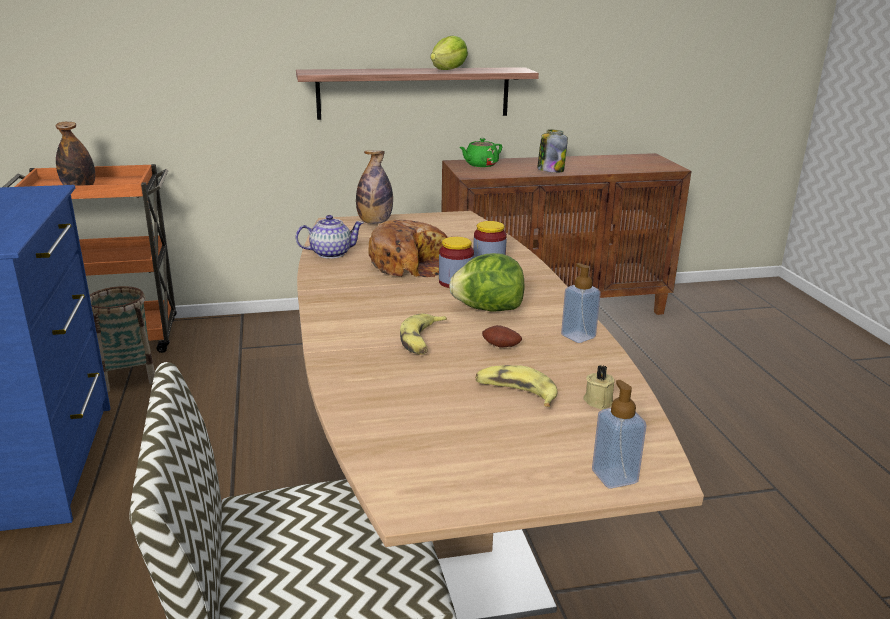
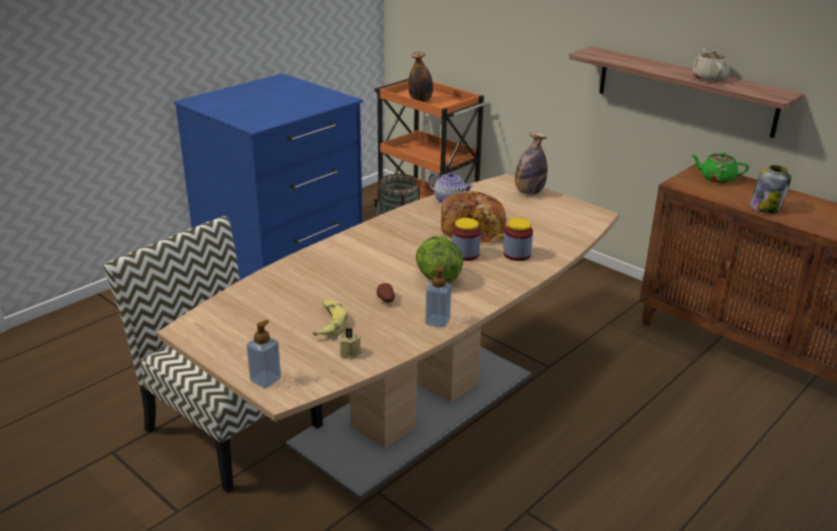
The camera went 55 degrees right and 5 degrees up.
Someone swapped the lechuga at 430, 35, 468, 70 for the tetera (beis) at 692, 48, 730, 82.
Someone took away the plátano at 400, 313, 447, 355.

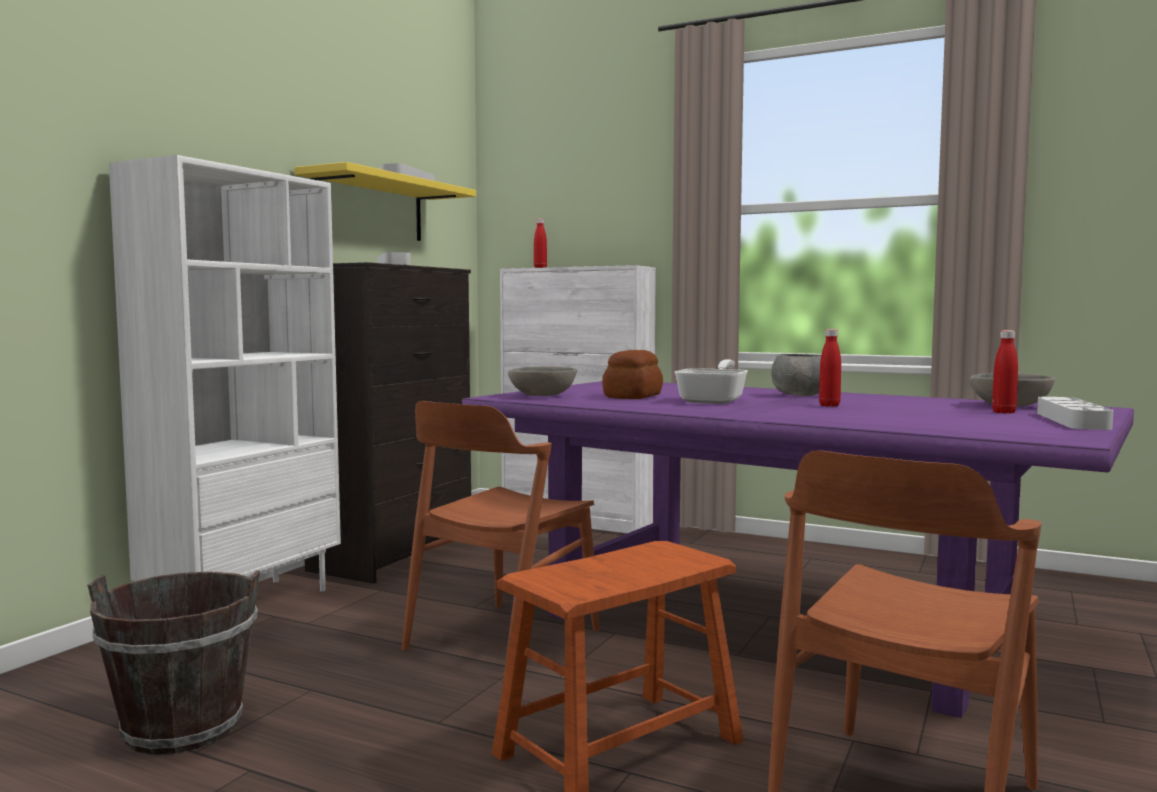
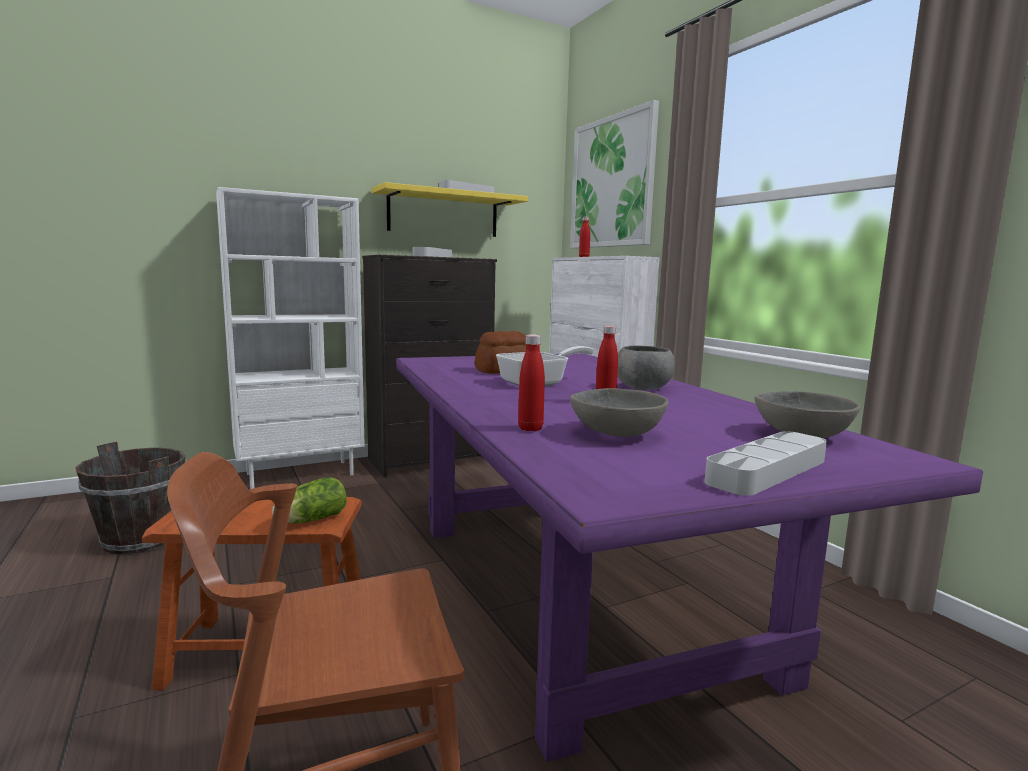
The camera went 35 degrees right and 5 degrees up.
Someone carried the botella (rojo) from 992, 330, 1018, 413 to 518, 334, 545, 431.
Someone carried the cuenco (gris) from 508, 366, 577, 396 to 570, 388, 669, 437.
Someone took away the silla (marrón) at 402, 401, 600, 680.
Someone put up the cuadro at 570, 100, 659, 248.
Someone put down the lechuga at 272, 477, 347, 524.

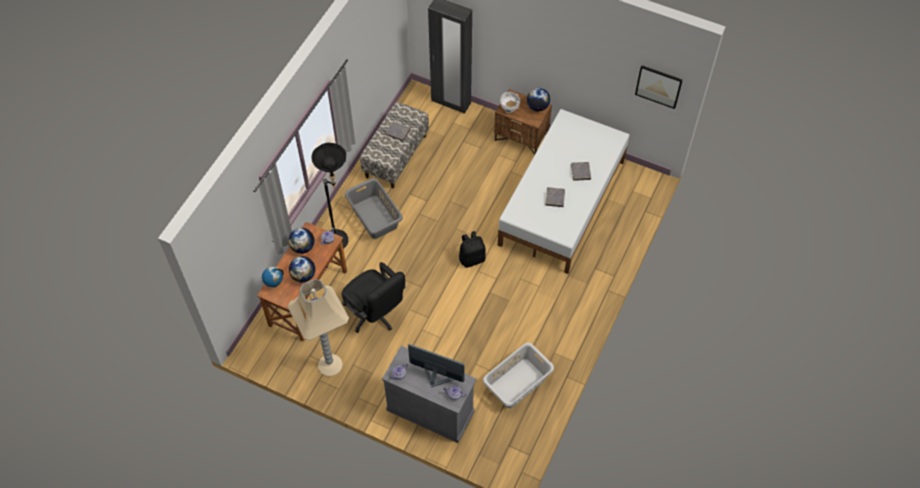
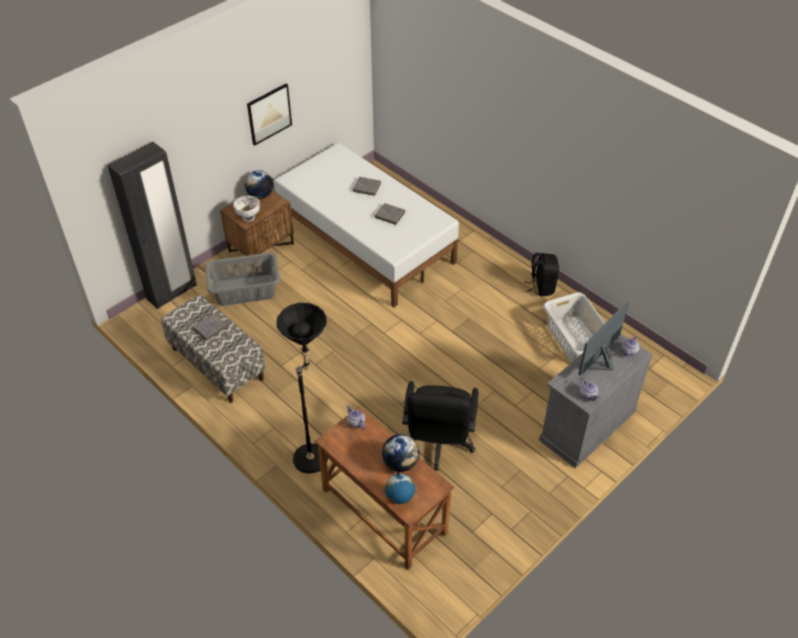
The camera went 70 degrees left and 10 degrees down.
Someone carried the cuadro from 635, 65, 683, 109 to 247, 83, 292, 146.
Someone carried the cesto de la ropa (gris) from 345, 178, 403, 239 to 205, 253, 280, 306.
Someone took away the globo terráqueo at 288, 228, 315, 254.
Someone carried the mochila (negro) from 459, 231, 486, 268 to 524, 253, 559, 296.
Someone rotated the silla de oficina (negro) at 342, 262, 406, 333 by 120 degrees clockwise.
Someone took away the lámpara de pie (beis) at 288, 279, 349, 377.

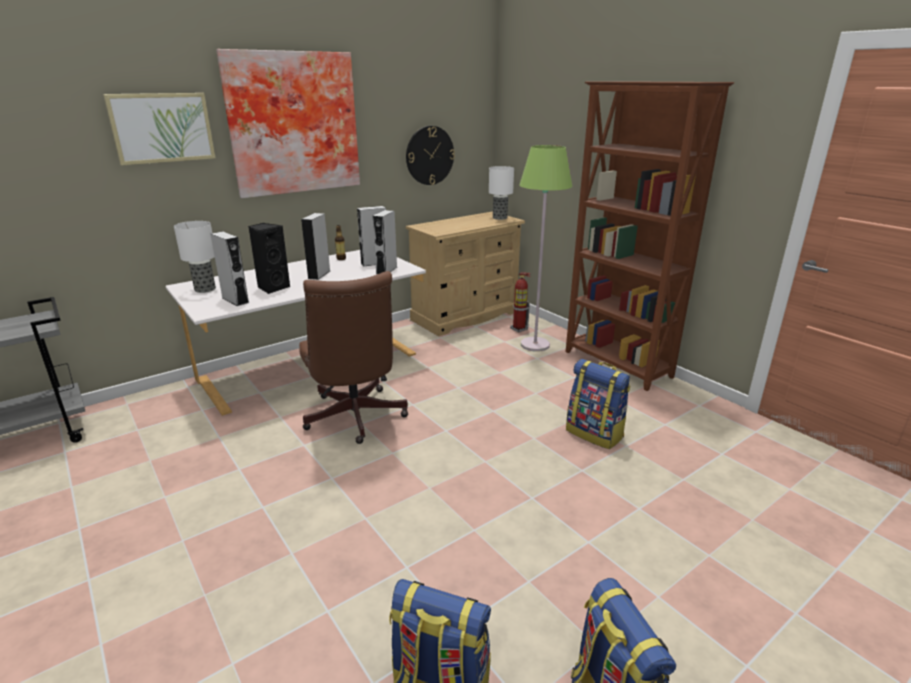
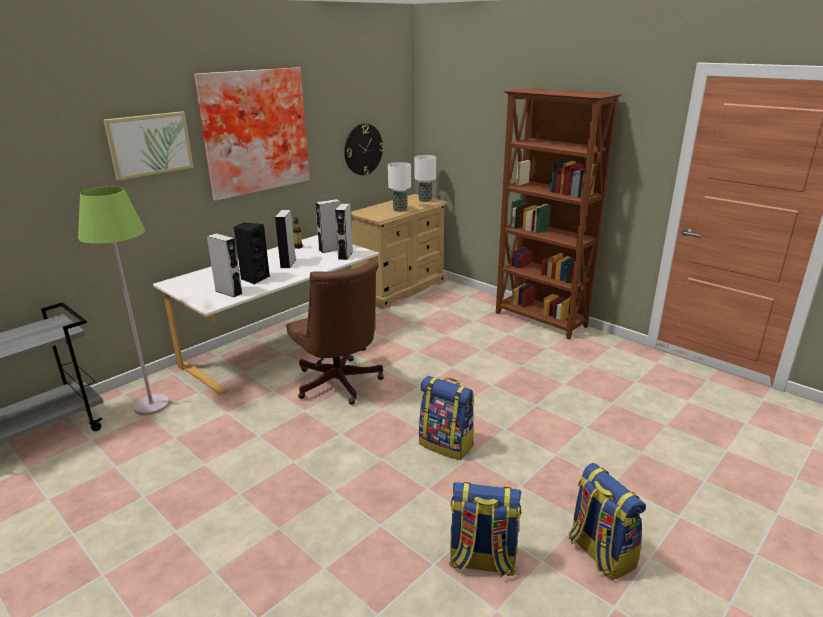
The camera went 10 degrees left and 0 degrees up.
Someone carried the lámpara de pie (verde) from 519, 145, 572, 352 to 78, 187, 170, 415.
Someone carried the lámpara de mesa from 174, 221, 216, 293 to 388, 162, 411, 212.
Someone took away the extintor at 510, 272, 531, 333.
Someone carried the mochila from 566, 359, 630, 449 to 419, 376, 474, 460.

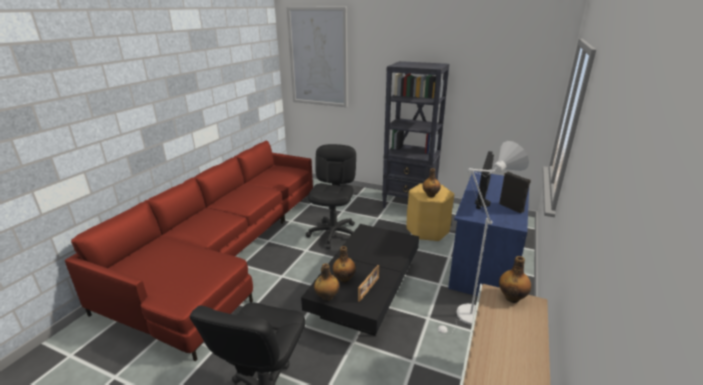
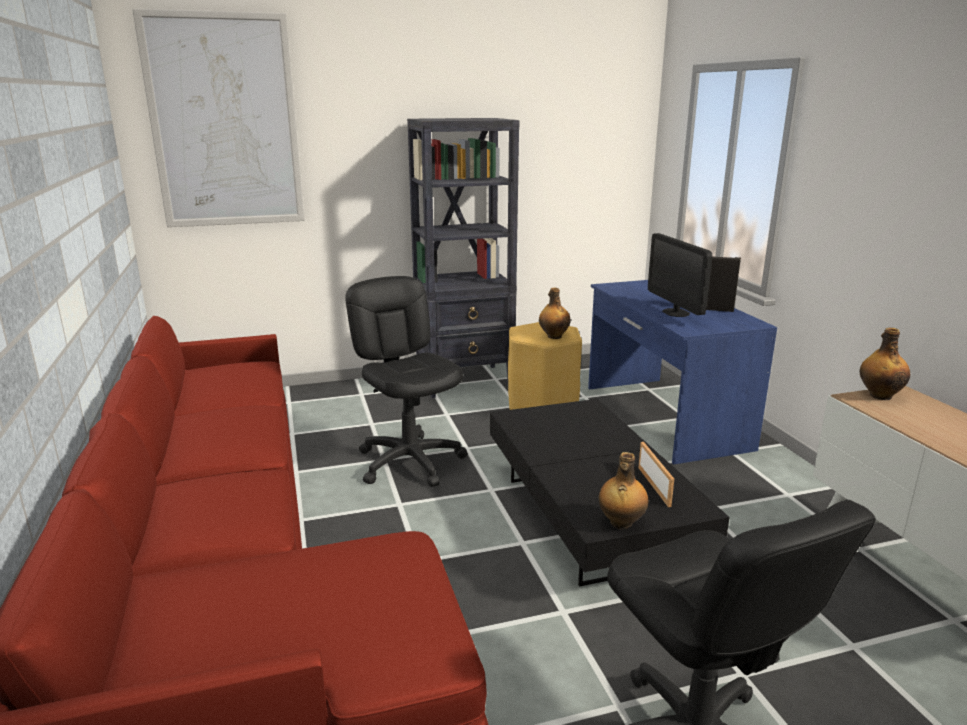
The camera went 40 degrees left and 5 degrees down.
Someone took away the lámpara de pie (blanco) at 438, 141, 529, 336.
Someone took away the botella at 333, 246, 356, 283.

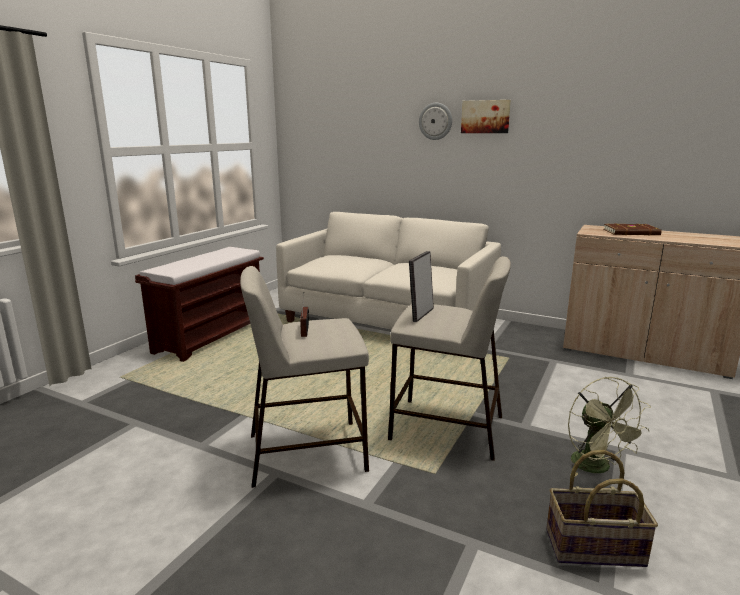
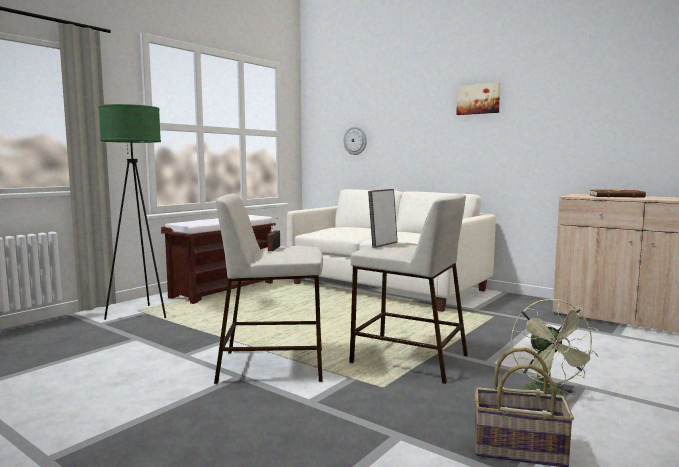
The camera went 10 degrees right and 10 degrees down.
Someone carried the reloj de pared from 419, 103, 452, 140 to 344, 126, 367, 155.
Someone put down the lámpara de pie (verde) at 98, 104, 166, 320.

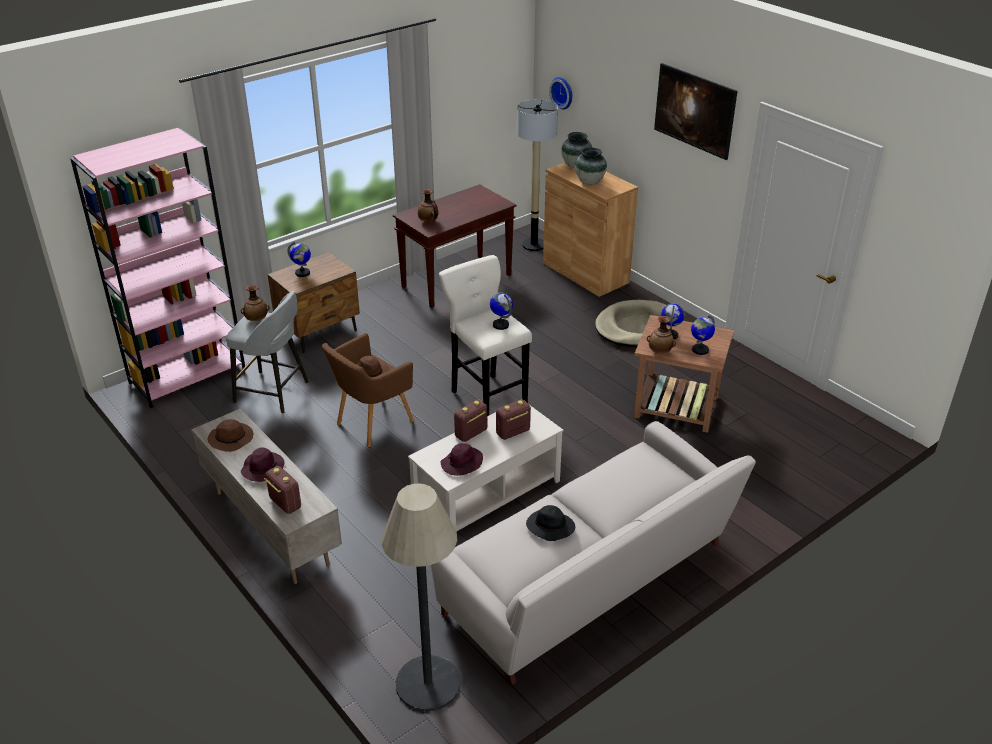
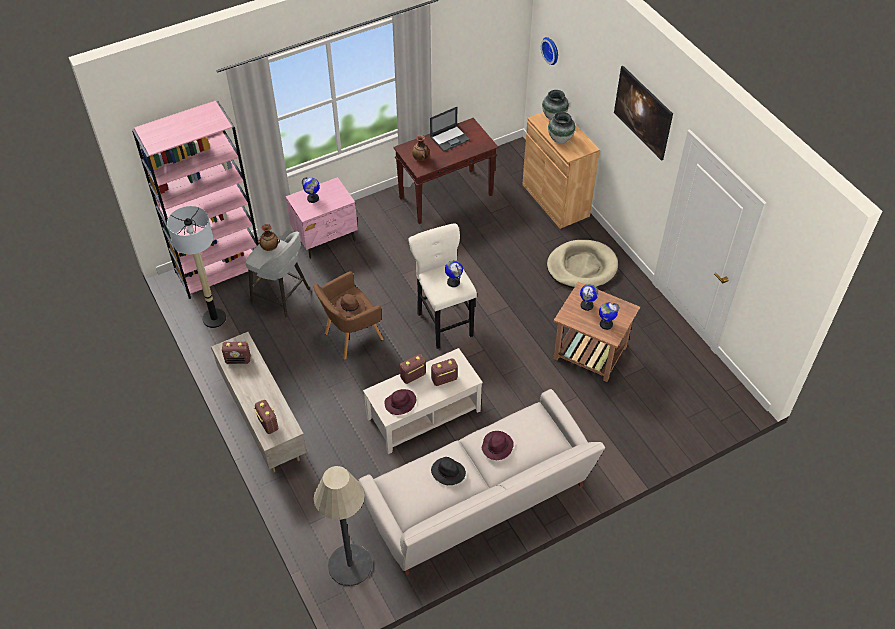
The camera went 10 degrees right and 15 degrees up.
Someone carried the lámpara de pie from 517, 99, 558, 251 to 167, 206, 226, 328.
Someone repainted the mesita de noche (marrón) at 268, 252, 360, 353, which became the mesita de noche (rosa) at 286, 177, 358, 259.
Someone took away the florero at 647, 316, 676, 354.
Someone swapped the sombrero (marrón) at 208, 419, 253, 452 for the radio at 222, 341, 251, 364.
Someone carried the sombrero (morado) from 241, 448, 284, 482 to 482, 431, 514, 460.
Someone put down the portátil at 430, 107, 471, 152.

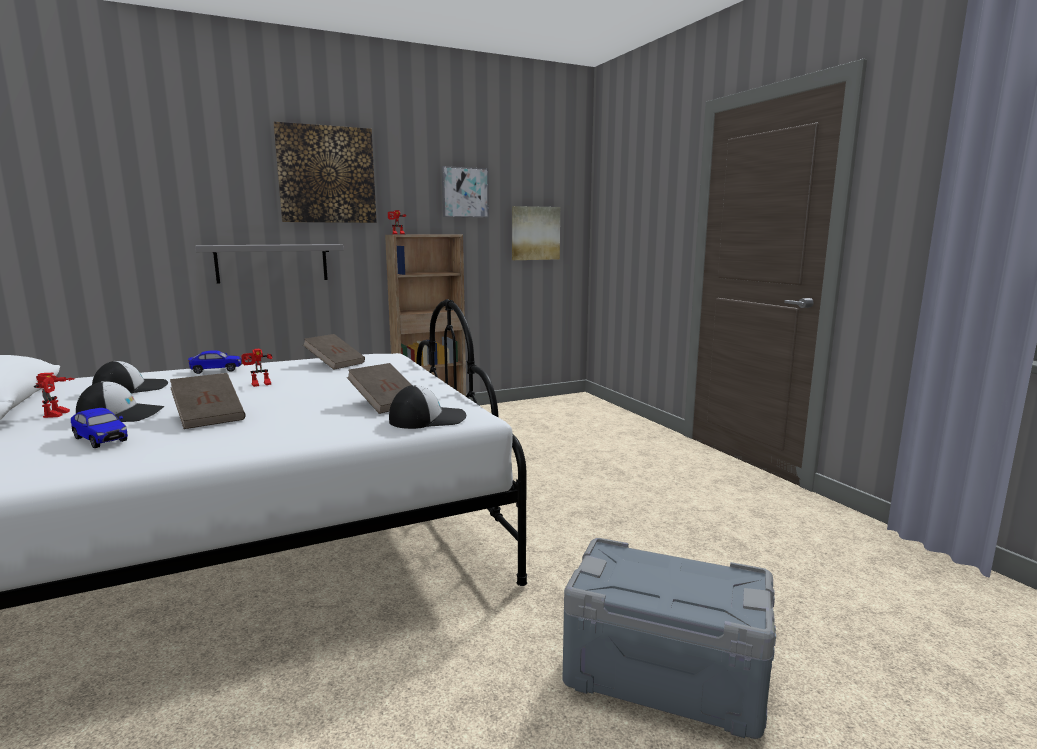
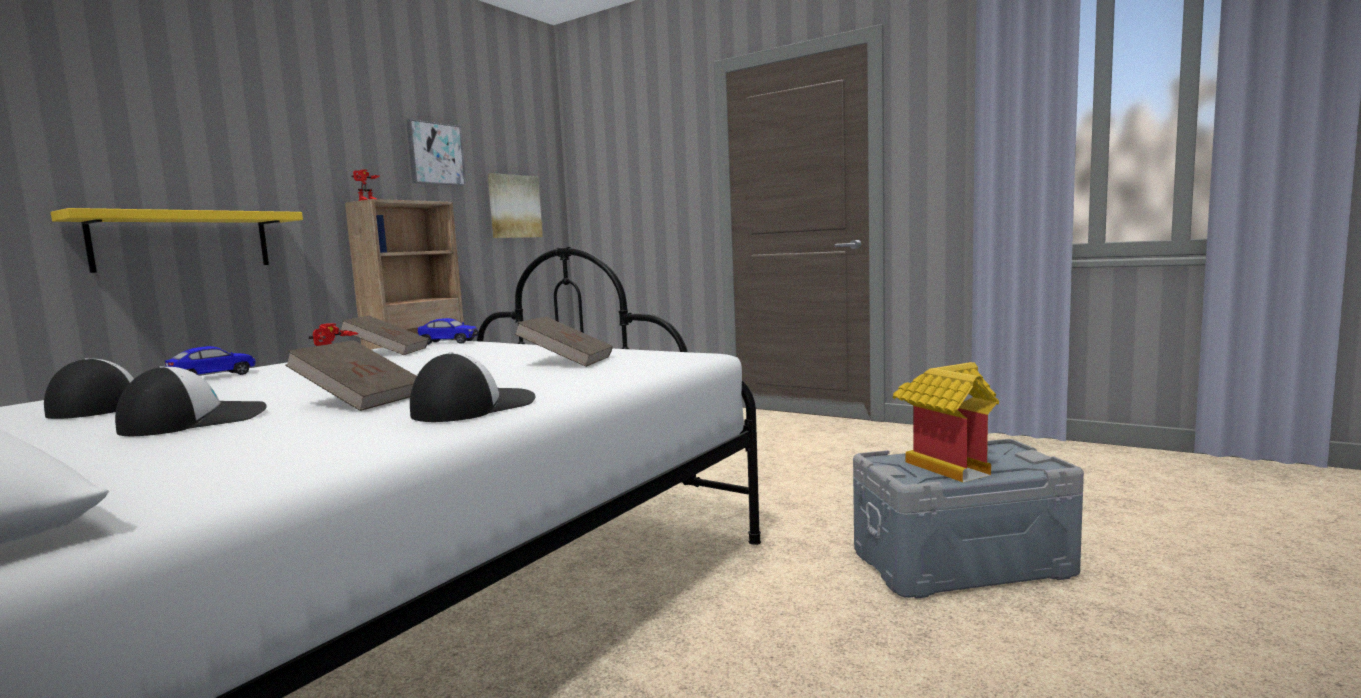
The camera went 30 degrees left and 5 degrees down.
Someone took away the cuadro at 273, 122, 377, 223.
Someone repainted the estante (gris) at 195, 244, 344, 283, which became the estante (amarillo) at 51, 208, 303, 273.
Someone took away the robot de juguete at 34, 373, 75, 418.
Someone carried the gorra from 389, 385, 466, 429 to 410, 352, 535, 422.
Someone carried the coche de juguete from 71, 408, 128, 448 to 417, 318, 479, 345.
Someone put down the casita at 893, 362, 999, 482.

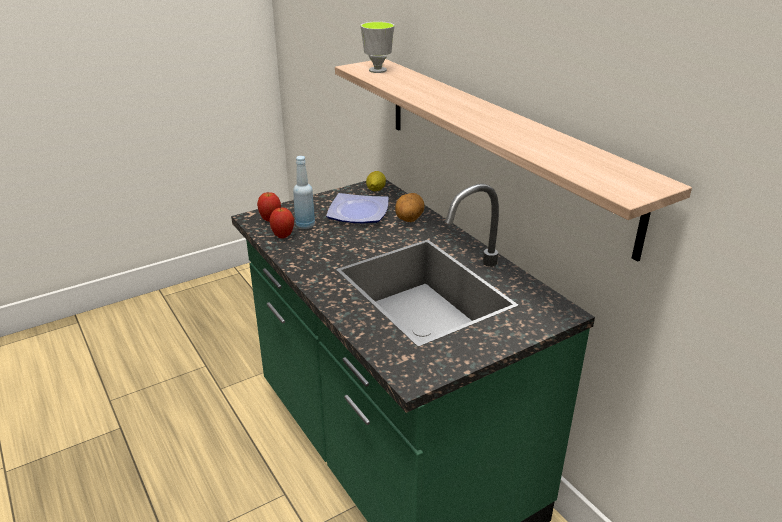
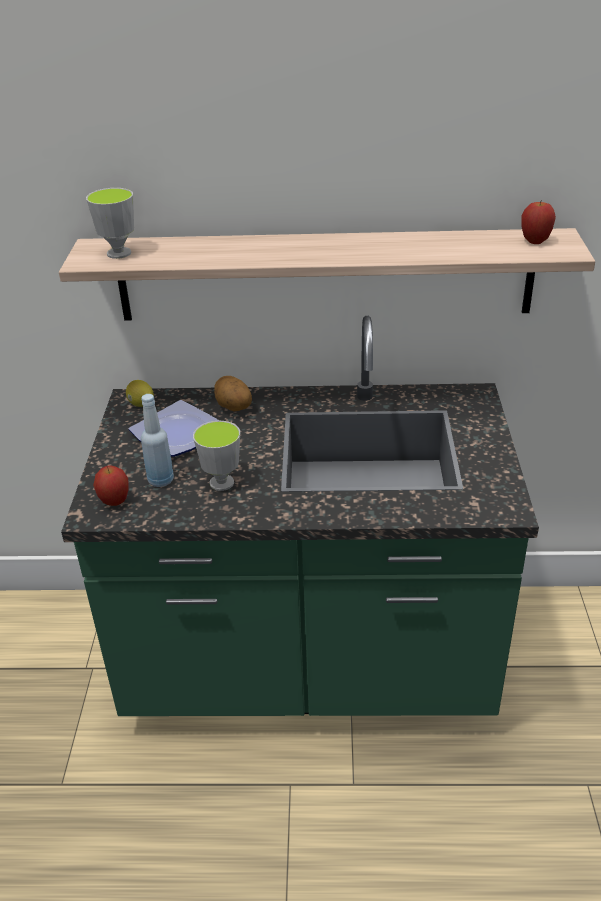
The camera went 55 degrees left and 5 degrees up.
Someone carried the manzana from 269, 207, 294, 239 to 521, 202, 556, 244.
Someone put down the taza at 193, 421, 240, 491.

